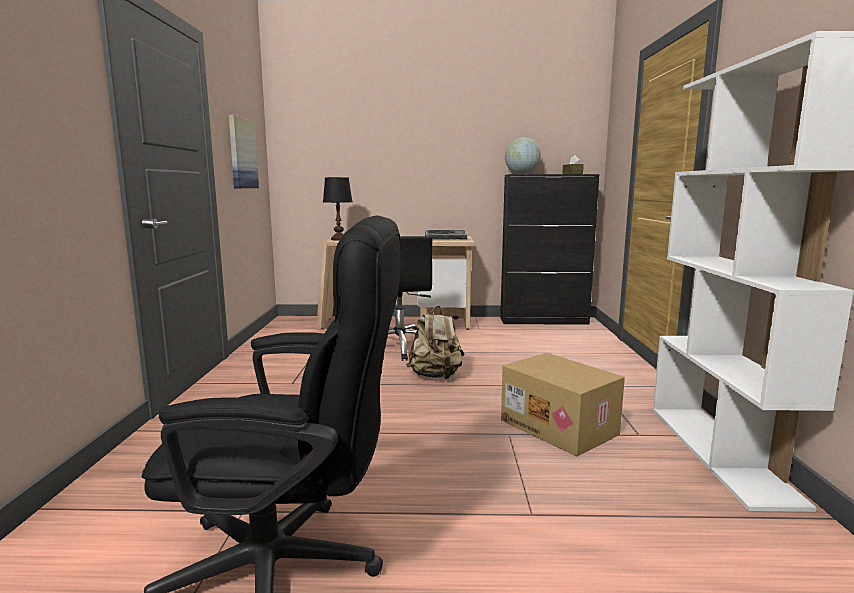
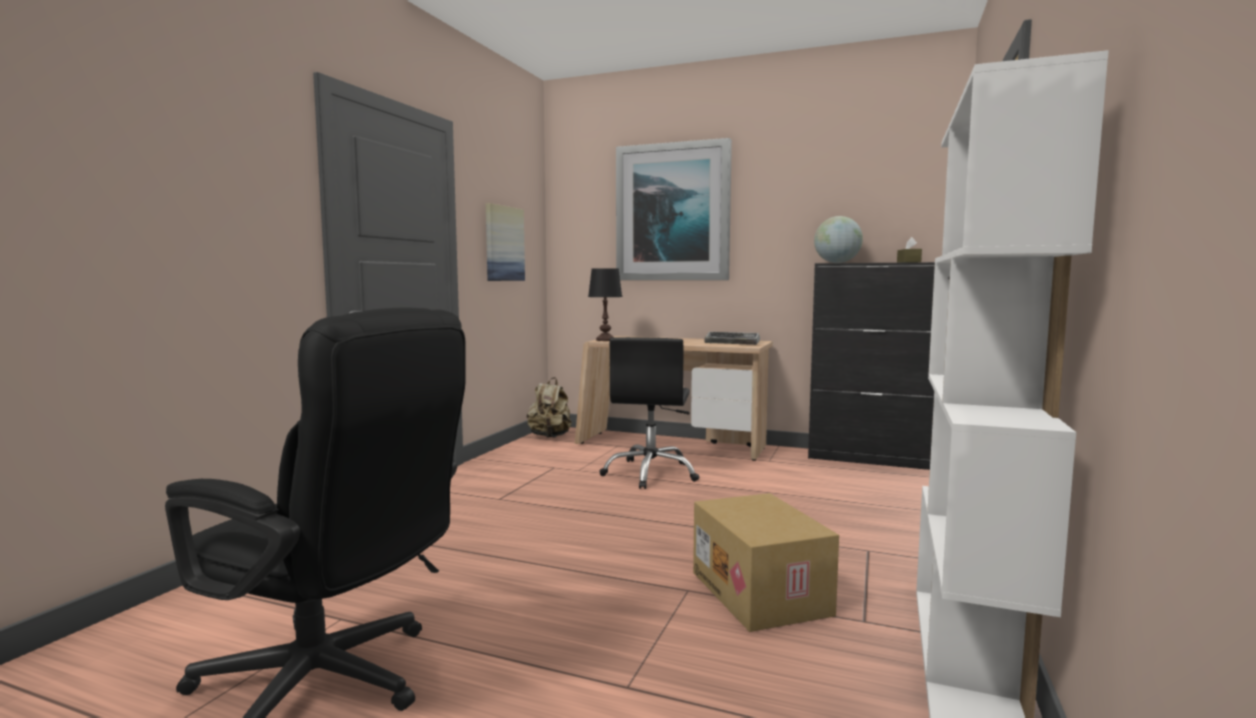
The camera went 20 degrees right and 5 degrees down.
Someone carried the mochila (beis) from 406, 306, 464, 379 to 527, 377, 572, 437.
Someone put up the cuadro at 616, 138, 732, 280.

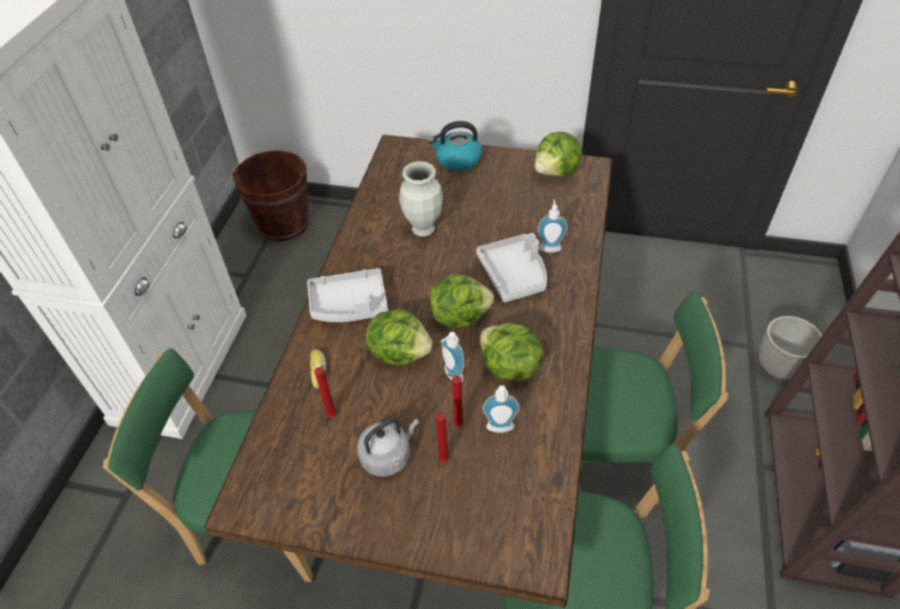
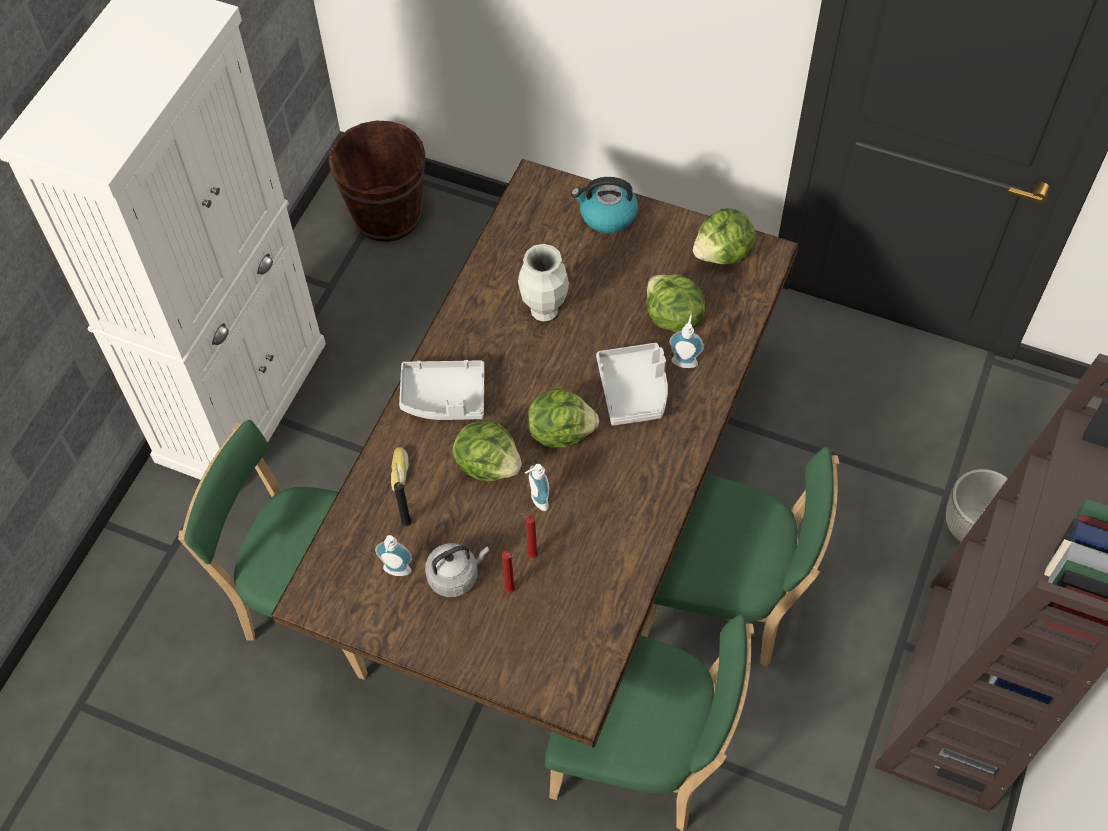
The camera went 10 degrees right and 10 degrees up.
Someone carried the lechuga from 480, 322, 544, 381 to 647, 274, 705, 332.
Someone repainted the vela (rojo) at 315, 365, 336, 417, which became the vela (negro) at 394, 482, 412, 526.
Someone carried the dispensador de jabón from 482, 385, 520, 433 to 375, 535, 412, 576.

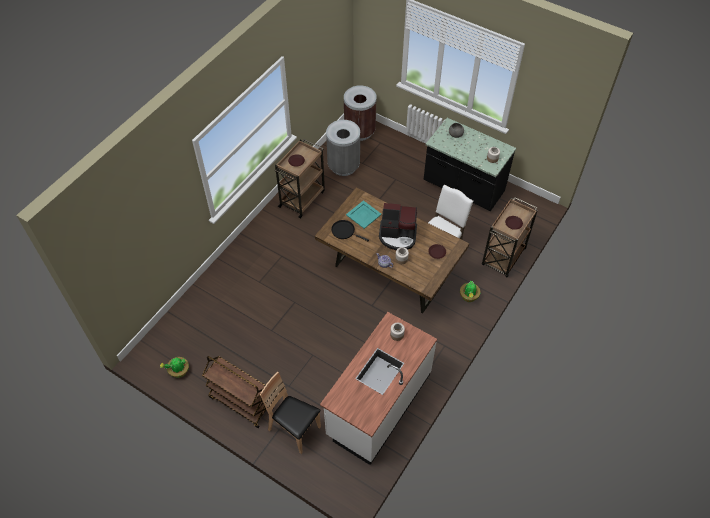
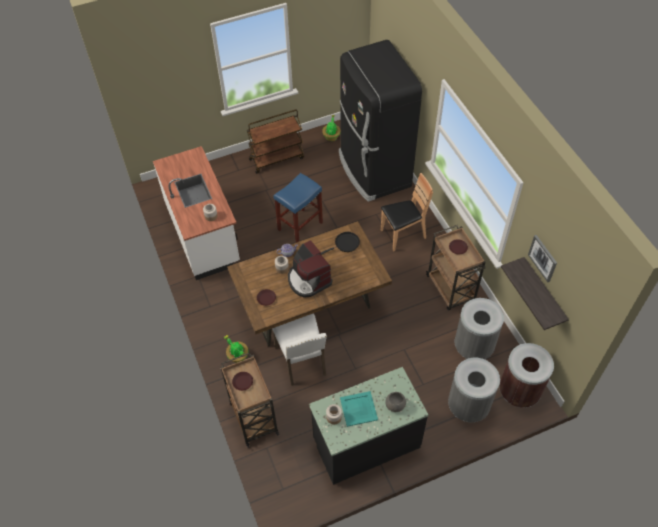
The camera went 125 degrees right and 0 degrees up.
Someone carried the bandeja (turquesa) from 346, 200, 382, 229 to 340, 391, 378, 427.
Someone rotated the cafetera at 379, 203, 417, 250 by 75 degrees counterclockwise.
Someone carried the silla (marrón) from 260, 372, 321, 454 to 381, 173, 433, 252.
Someone put down the nevera (negro) at 339, 40, 422, 202.
Someone put down the taburete (azul) at 274, 173, 323, 243.
Someone put up the cuadro at 528, 235, 557, 282.
Someone put up the estante at 501, 257, 569, 330.
Someone put down the papelera (gris) at 448, 358, 500, 422.

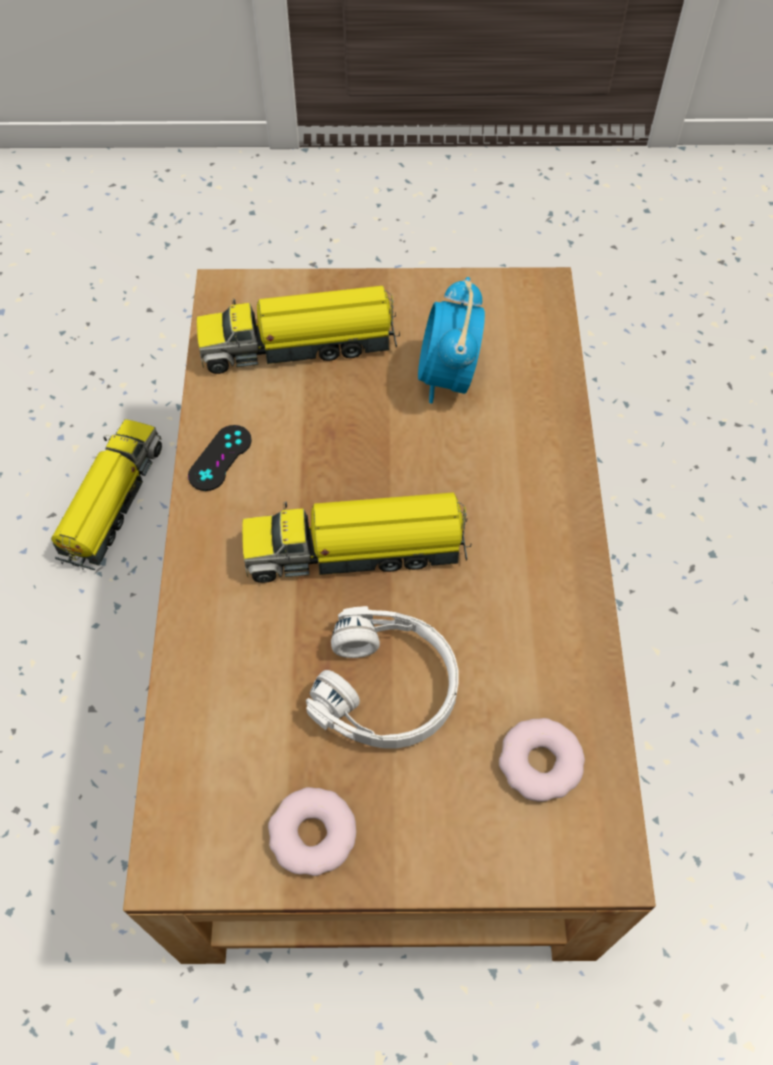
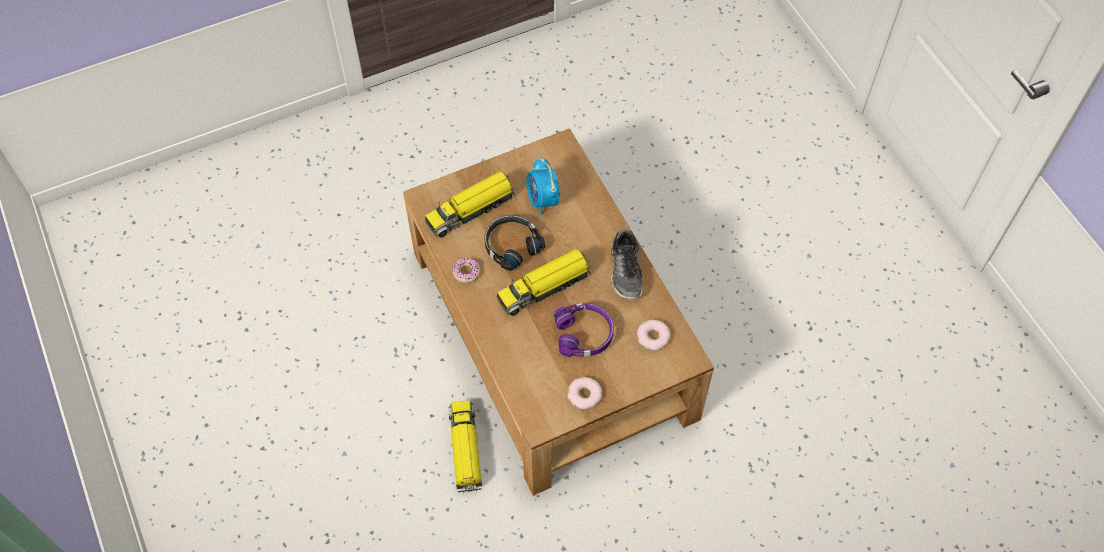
The camera went 25 degrees left and 0 degrees up.
Someone carried the camión de juguete from 51, 419, 162, 570 to 449, 400, 482, 492.
Someone swapped the mando de consola (negro) at 188, 425, 252, 491 for the rosquilla at 453, 258, 480, 283.
Someone repainted the auriculares (blanco) at 306, 606, 459, 748, which became the auriculares (morado) at 554, 303, 614, 357.
Someone put down the auriculares (negro) at 484, 215, 545, 271.
Someone put down the zapato at 611, 229, 643, 300.

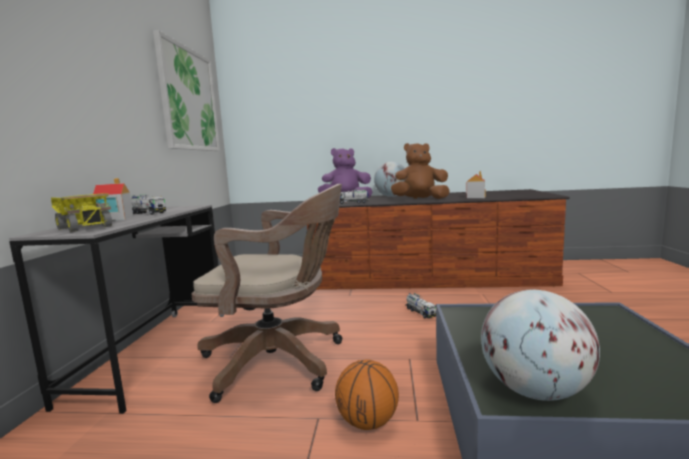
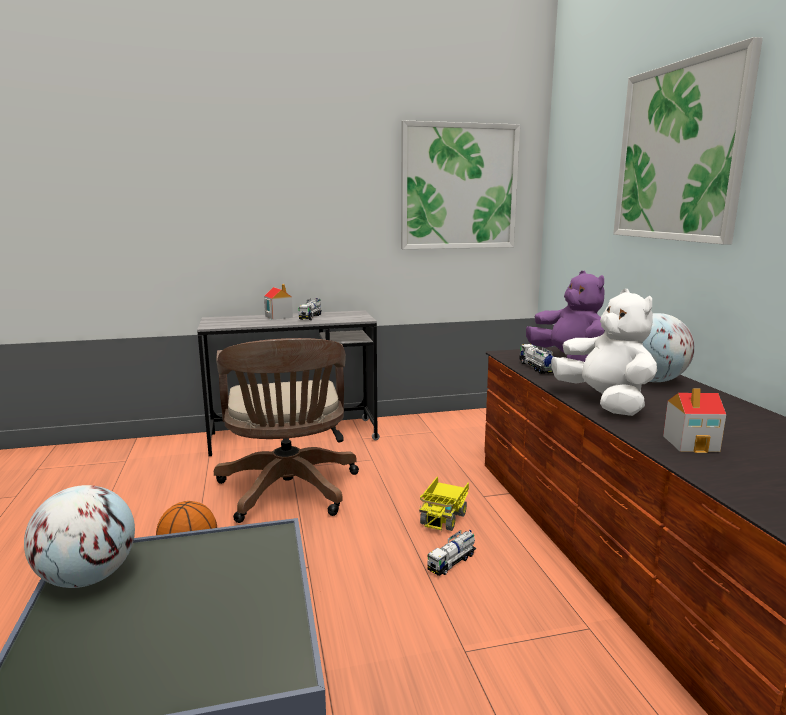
The camera went 70 degrees right and 5 degrees up.
Someone repainted the peluche (marrón) at 391, 143, 450, 199, which became the peluche (blanco) at 551, 289, 657, 416.
Someone carried the camión de juguete from 51, 193, 112, 232 to 419, 477, 469, 531.
Someone put up the cuadro at 613, 37, 763, 245.

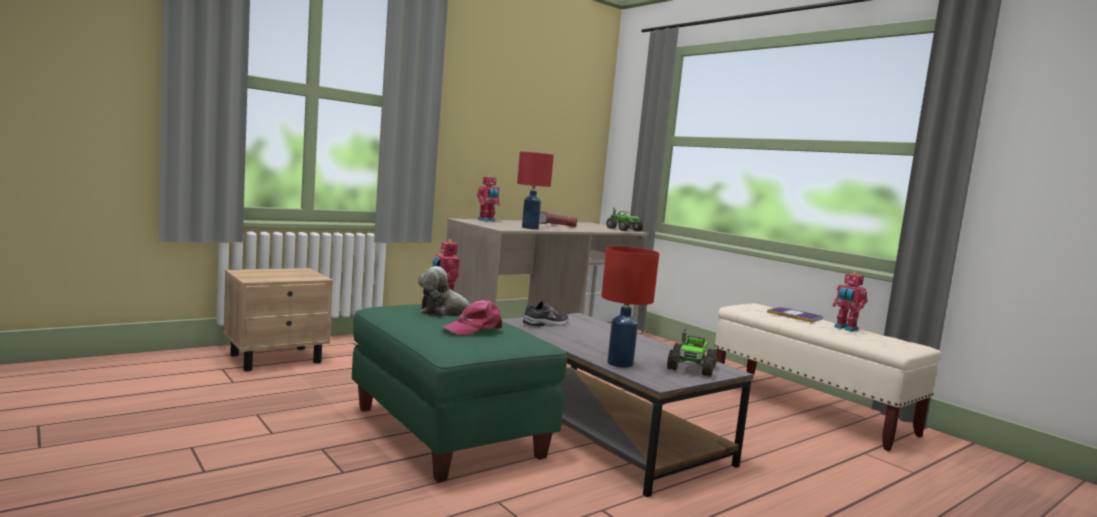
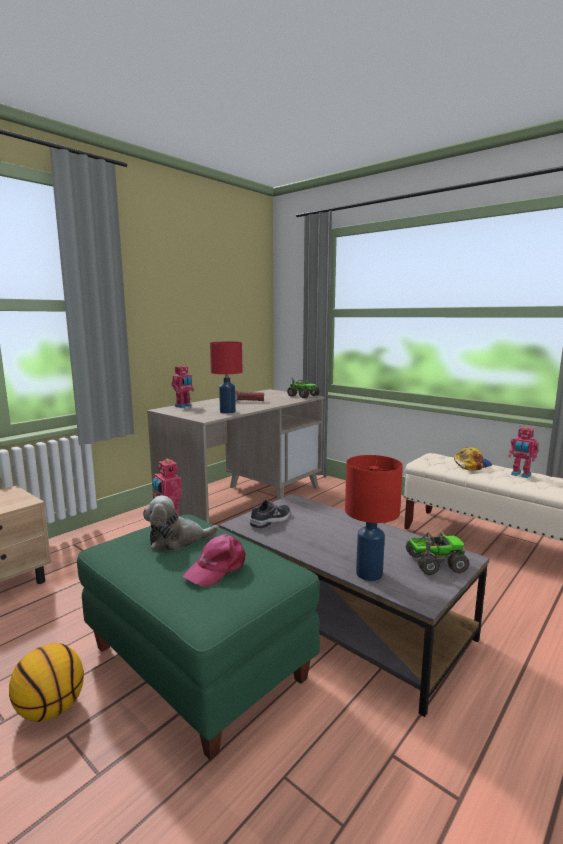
The camera went 10 degrees left and 5 degrees up.
Someone swapped the libro at 767, 307, 823, 323 for the gorra at 454, 447, 492, 470.
Someone rotated the camión de juguete at 667, 327, 717, 377 by 105 degrees counterclockwise.
Someone put down the balón de baloncesto at 9, 643, 84, 722.

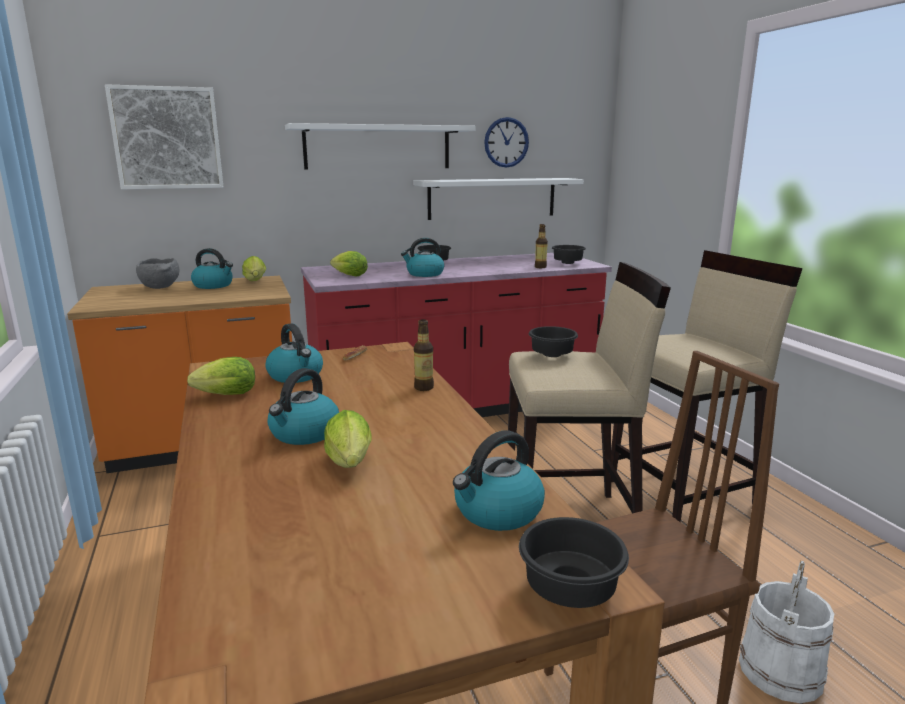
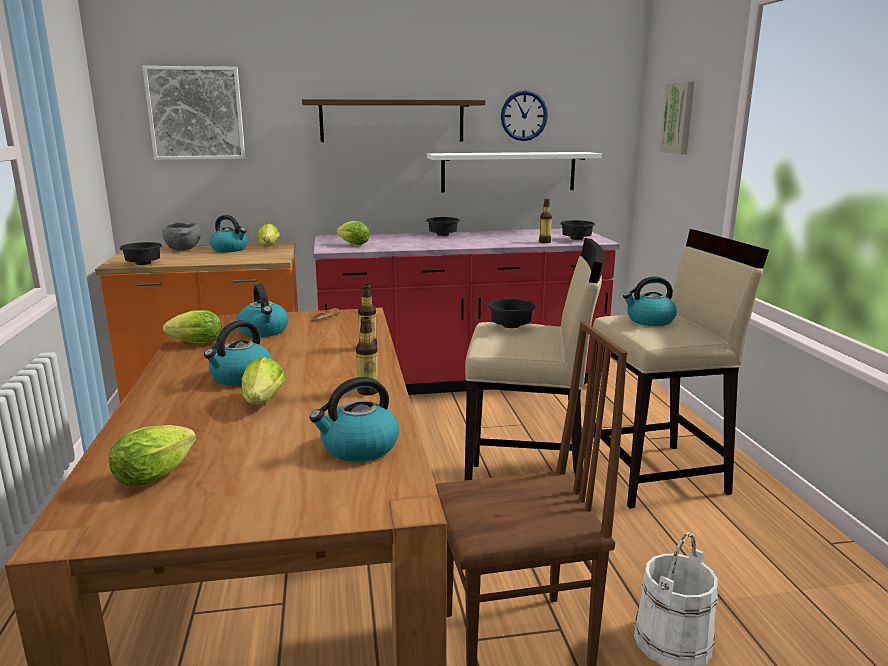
The camera went 10 degrees right and 0 degrees up.
Someone repainted the estante (blanco) at 285, 123, 475, 169, which became the estante (marrón) at 302, 99, 486, 142.
Someone carried the hervidor from 401, 238, 444, 277 to 623, 276, 677, 326.
Someone carried the cuenco (negro) from 519, 517, 629, 608 to 120, 242, 162, 265.
Someone put up the cuadro at 660, 81, 695, 154.
Someone put down the botella at 356, 317, 378, 395.
Someone put down the lechuga at 109, 425, 196, 486.

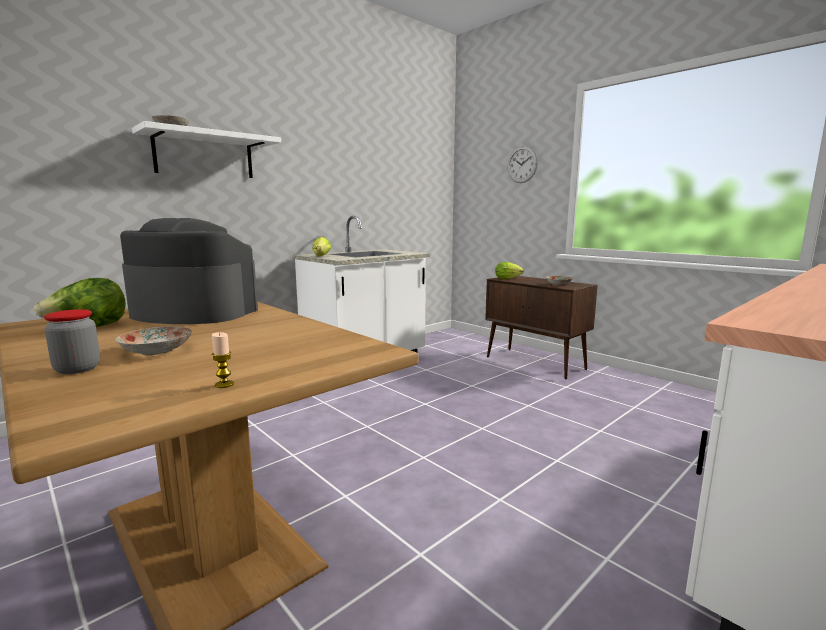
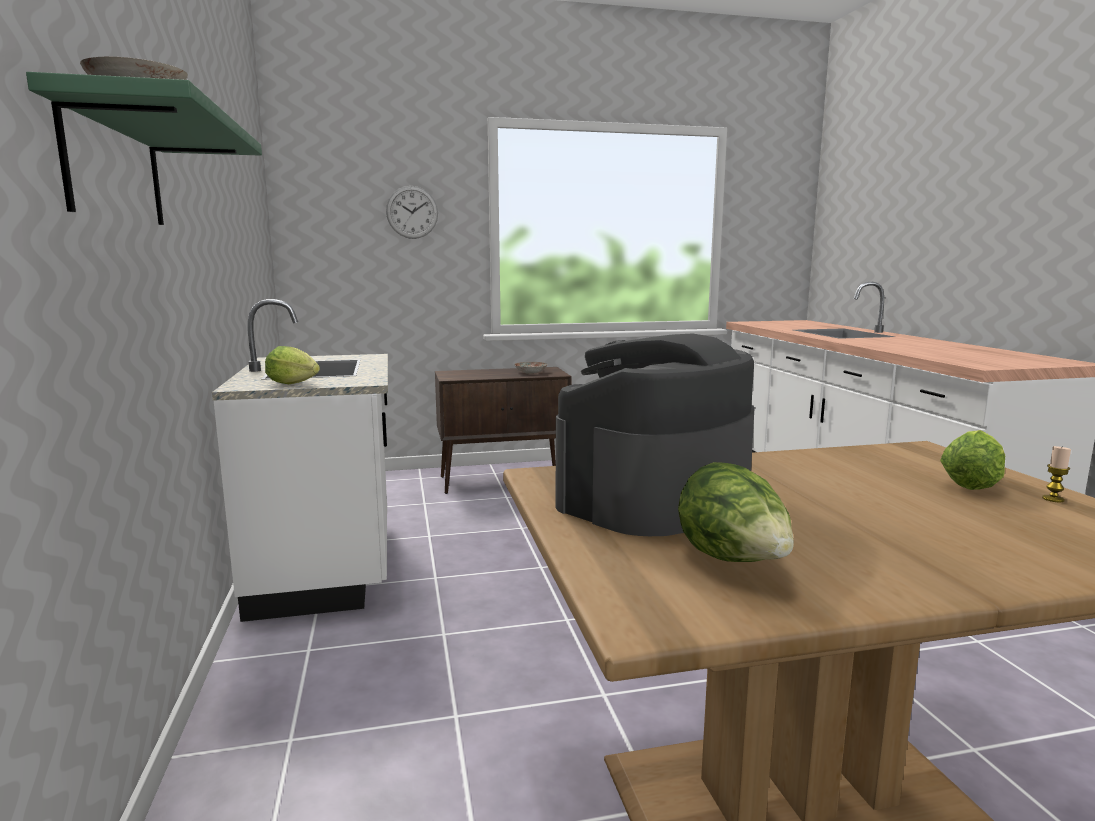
The camera went 60 degrees left and 0 degrees up.
Someone repainted the estante (blanco) at 132, 121, 281, 178, which became the estante (verde) at 26, 72, 262, 225.
Someone carried the lechuga from 495, 262, 524, 279 to 940, 430, 1005, 490.
Someone took away the tarro at 44, 309, 100, 374.
Someone took away the plato at 115, 326, 192, 355.

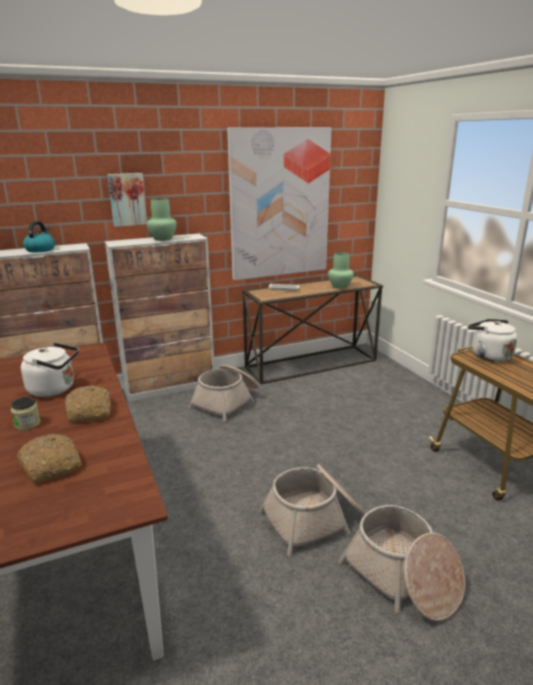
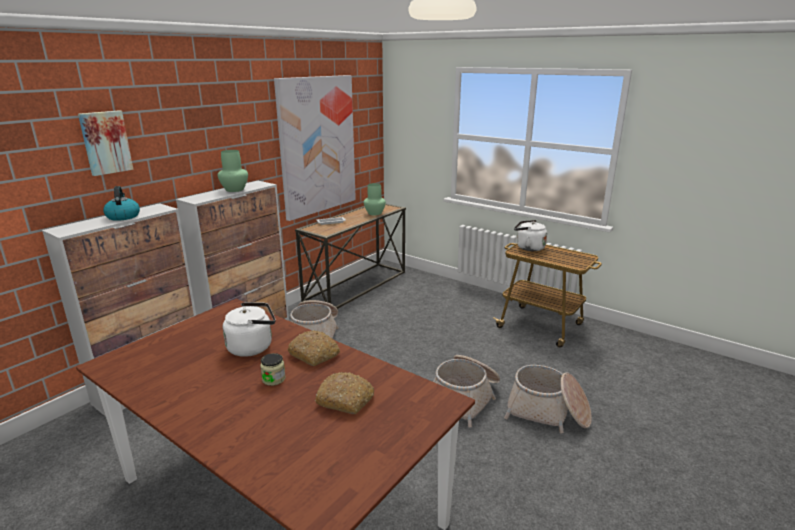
The camera went 30 degrees left and 0 degrees up.
Someone carried the cuadro from 107, 173, 147, 227 to 78, 110, 134, 176.

